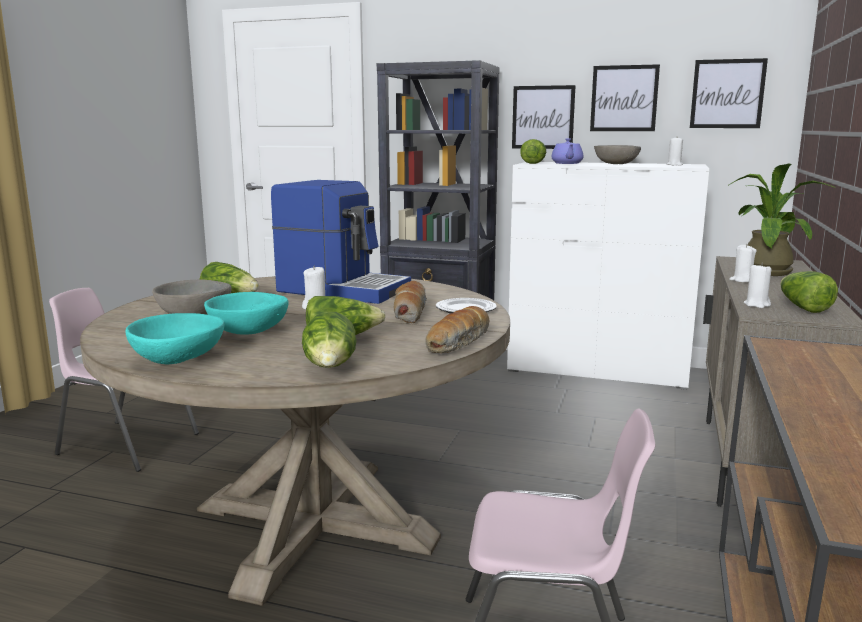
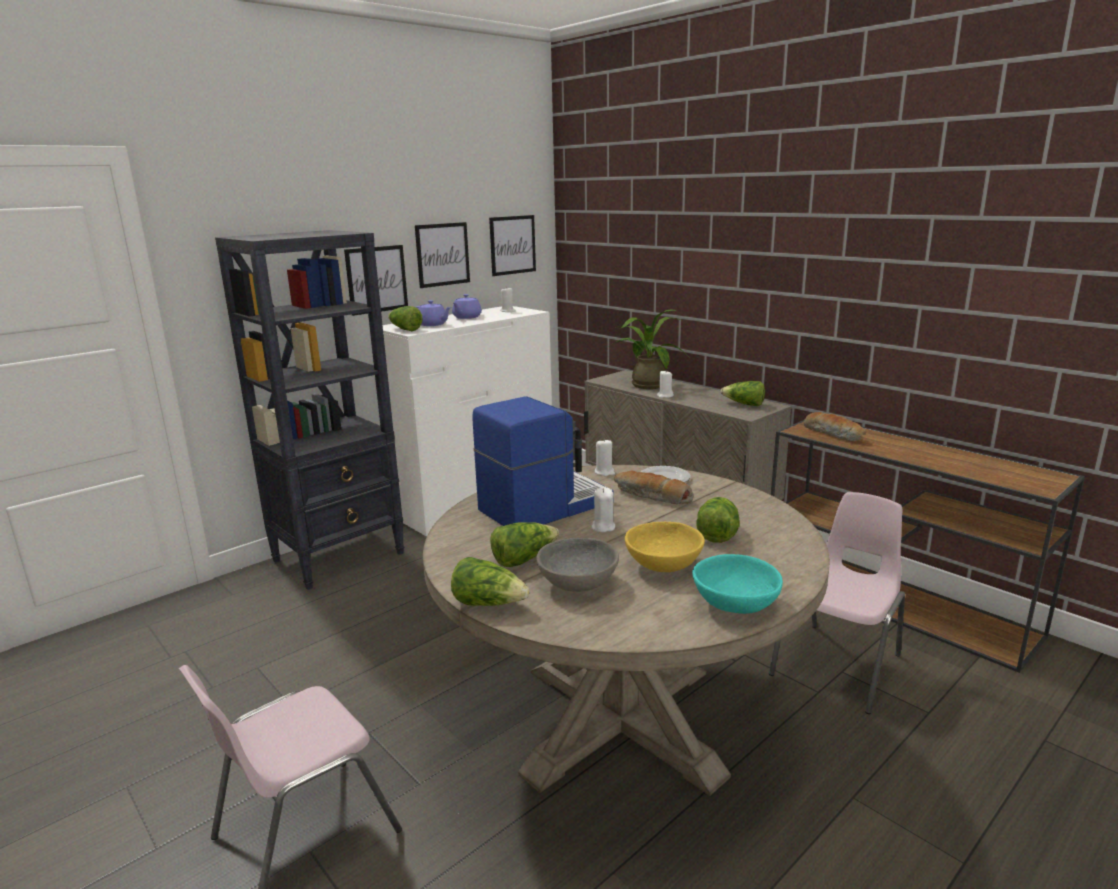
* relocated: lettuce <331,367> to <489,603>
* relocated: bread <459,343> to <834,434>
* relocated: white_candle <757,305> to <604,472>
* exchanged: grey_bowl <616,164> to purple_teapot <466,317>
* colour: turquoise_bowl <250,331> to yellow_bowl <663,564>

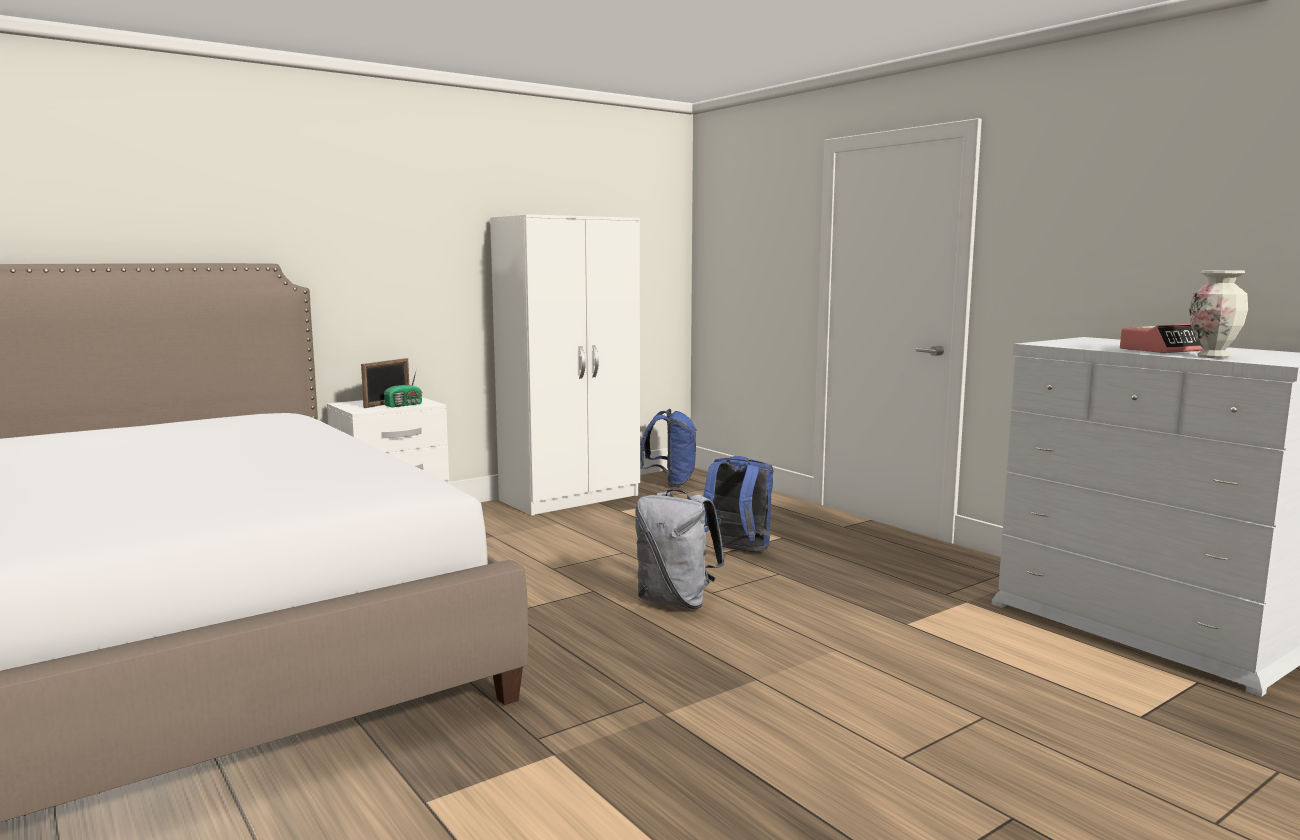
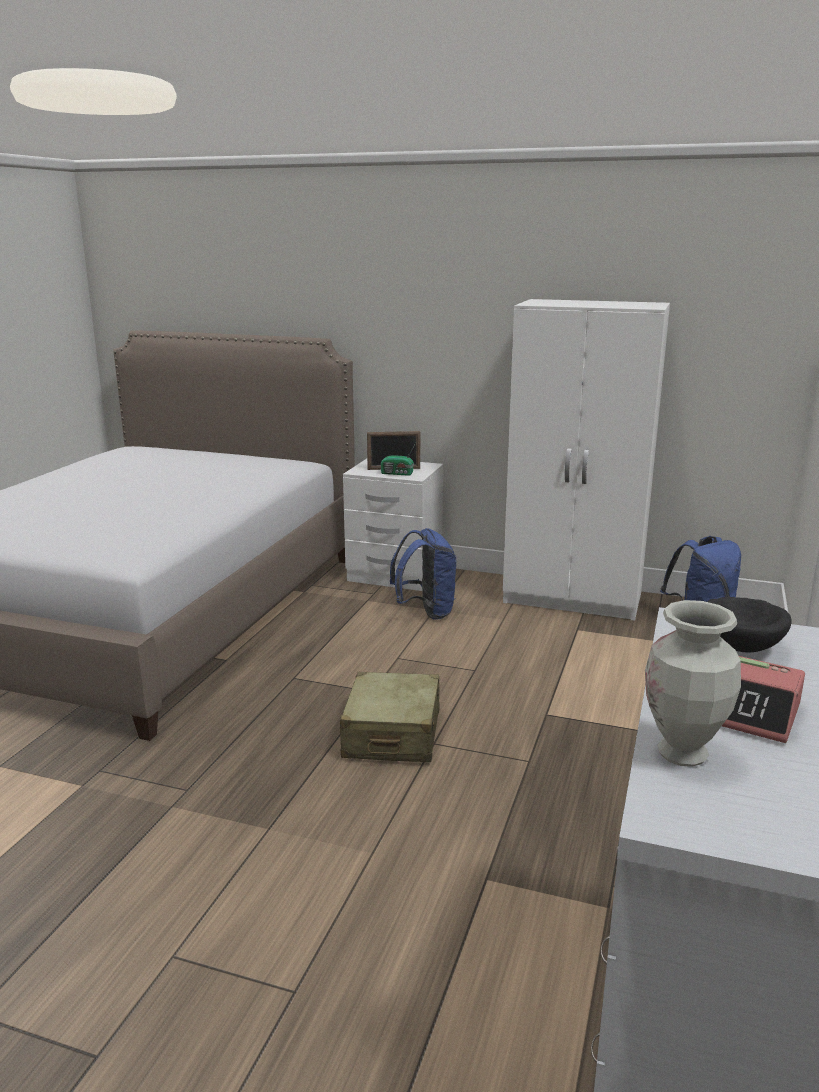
* appeared: black_bowl <742,646>
* relocated: blue_backpack <737,551> to <426,612>
* exchanged: grey_backpack <676,602> to beige_suitcase <392,734>

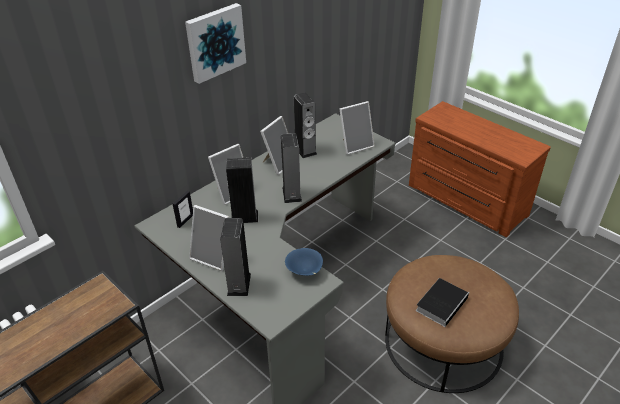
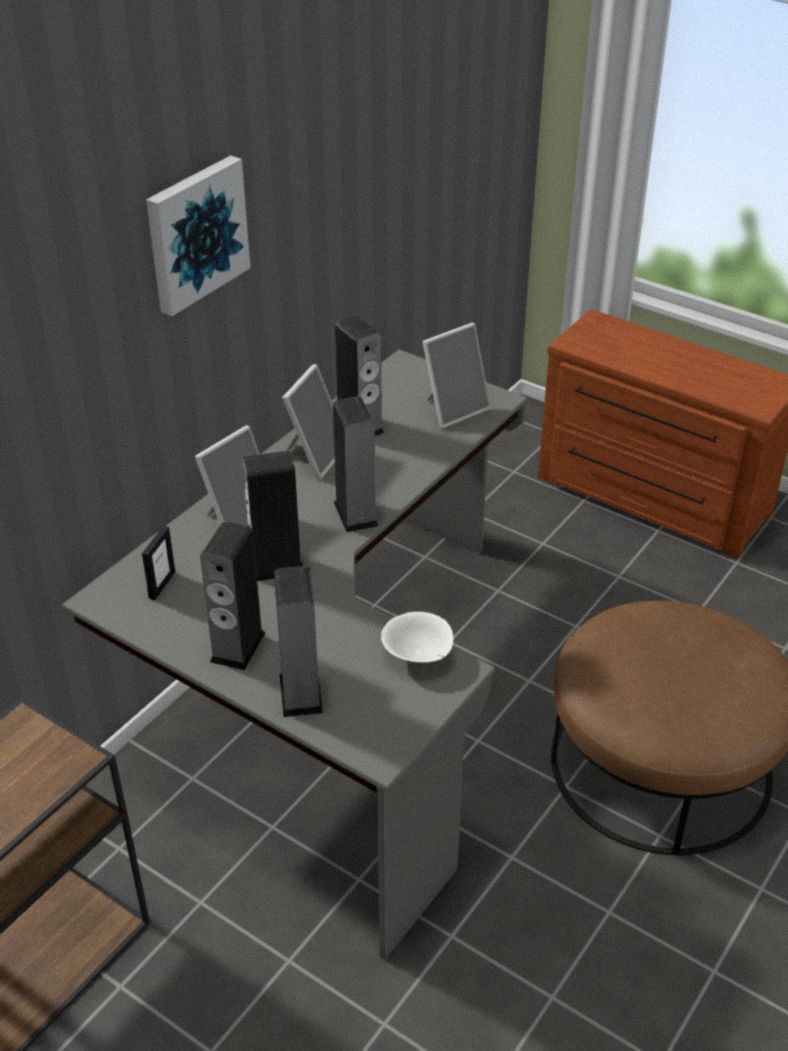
* missing: book <442,303>
* exchanged: picture_frame <214,256> to speaker <237,647>
* colour: blue_bowl <304,271> to white_bowl <418,656>

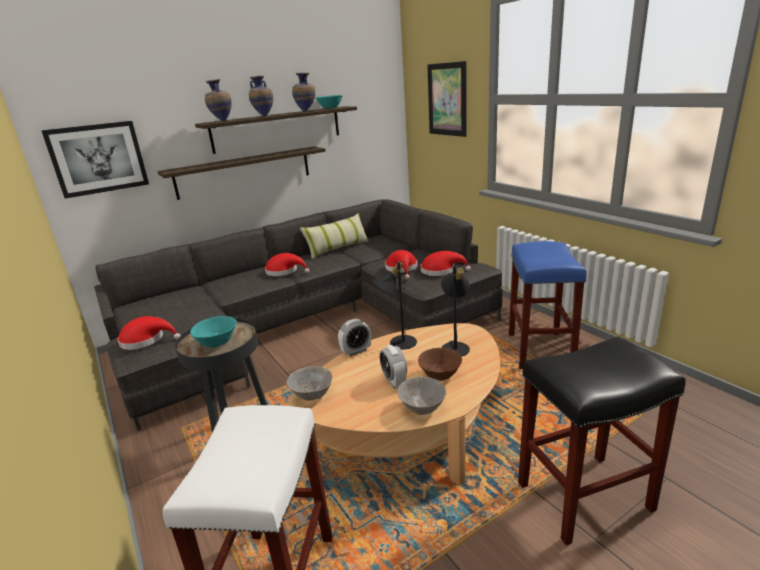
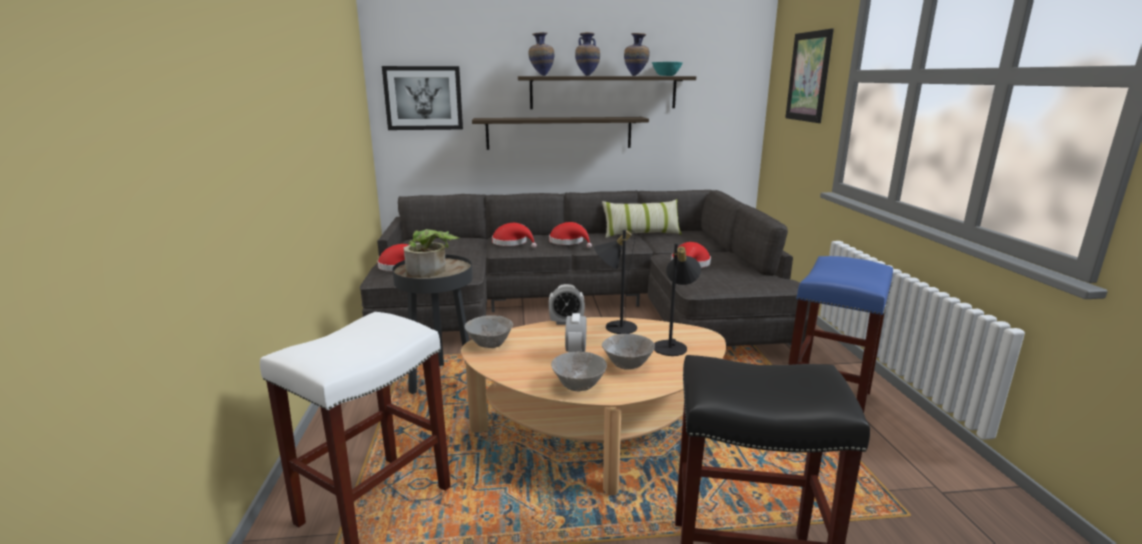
* relocated: red_hat <440,270> to <512,243>
* exchanged: turquoise_bowl <218,342> to potted_plant <431,271>
* colour: brown_bowl <439,375> to grey_bowl <627,365>

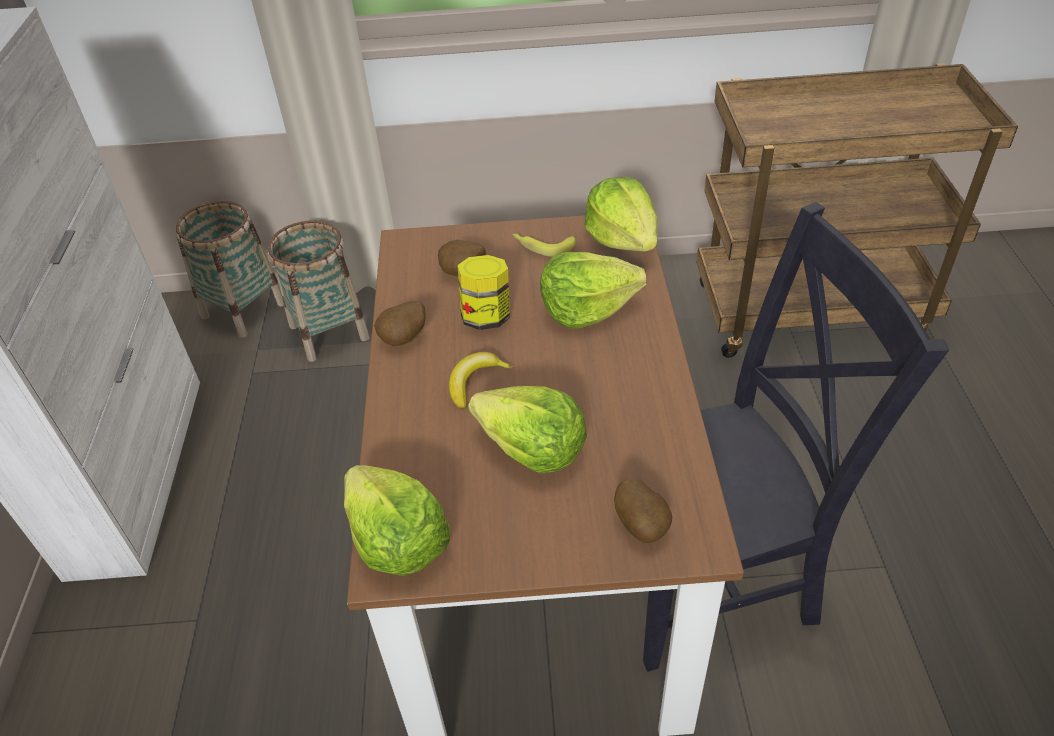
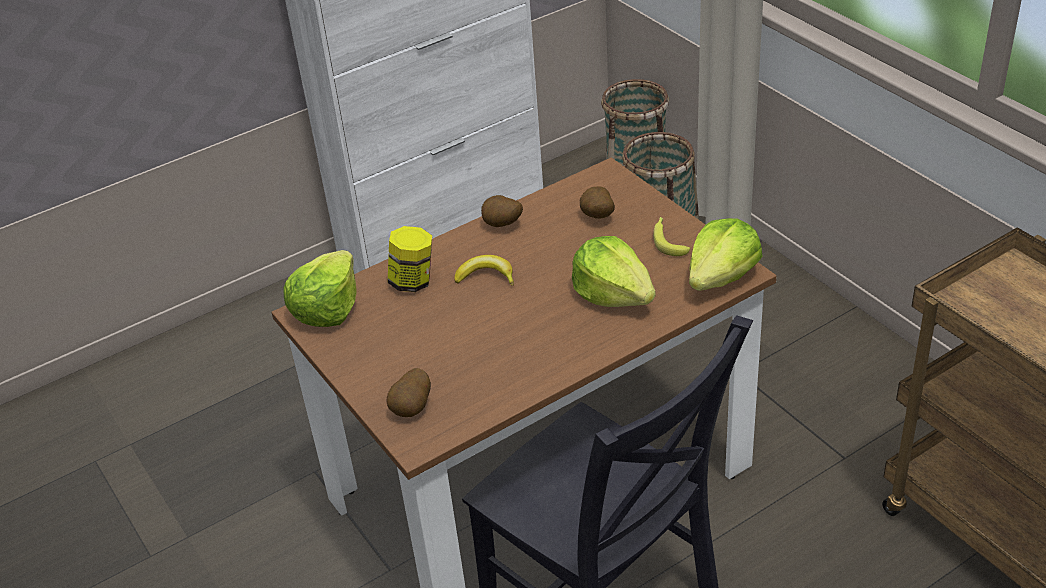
* missing: lettuce <532,450>
* relocated: jar <486,317> to <413,281>

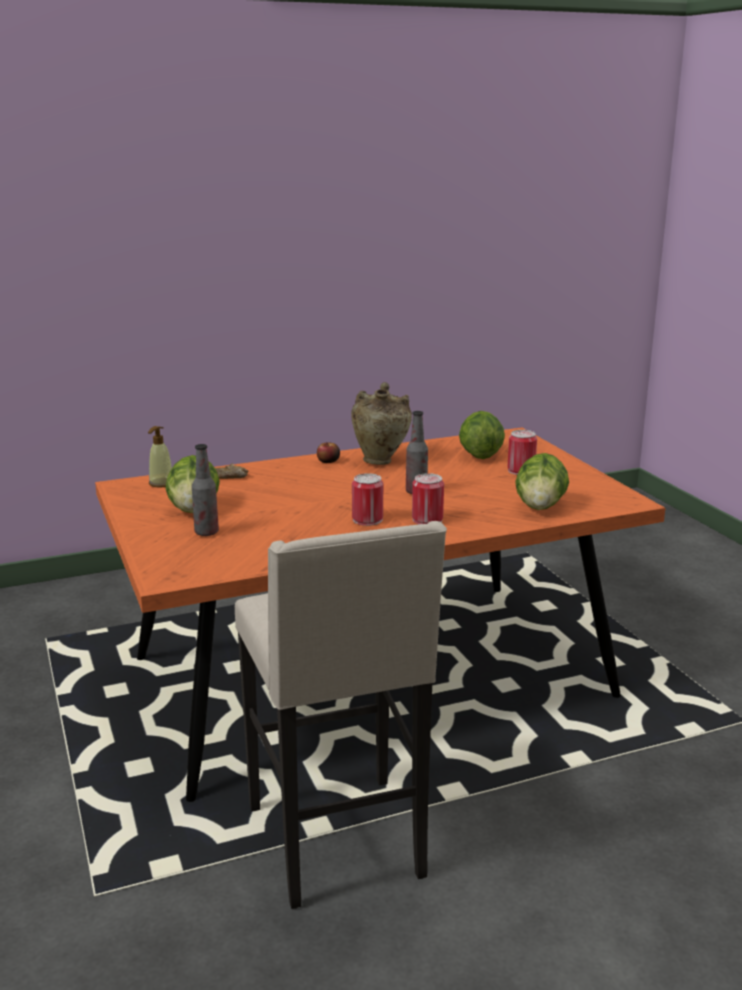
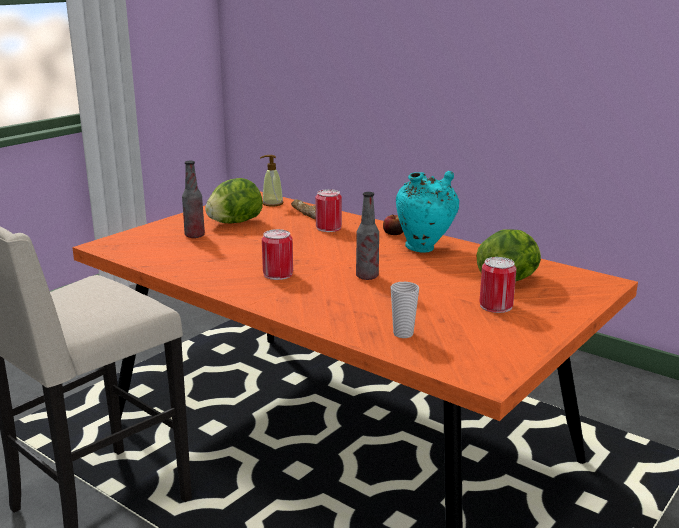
* relocated: can <427,519> to <328,228>
* exchanged: lettuce <540,506> to cup <403,334>
* colour: beige_vase <380,461> to turquoise_vase <425,249>

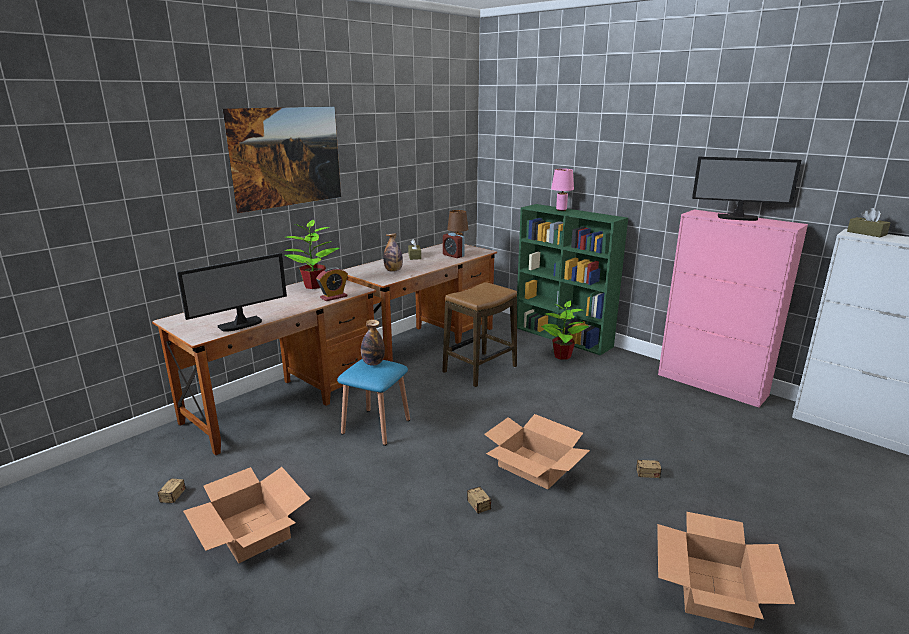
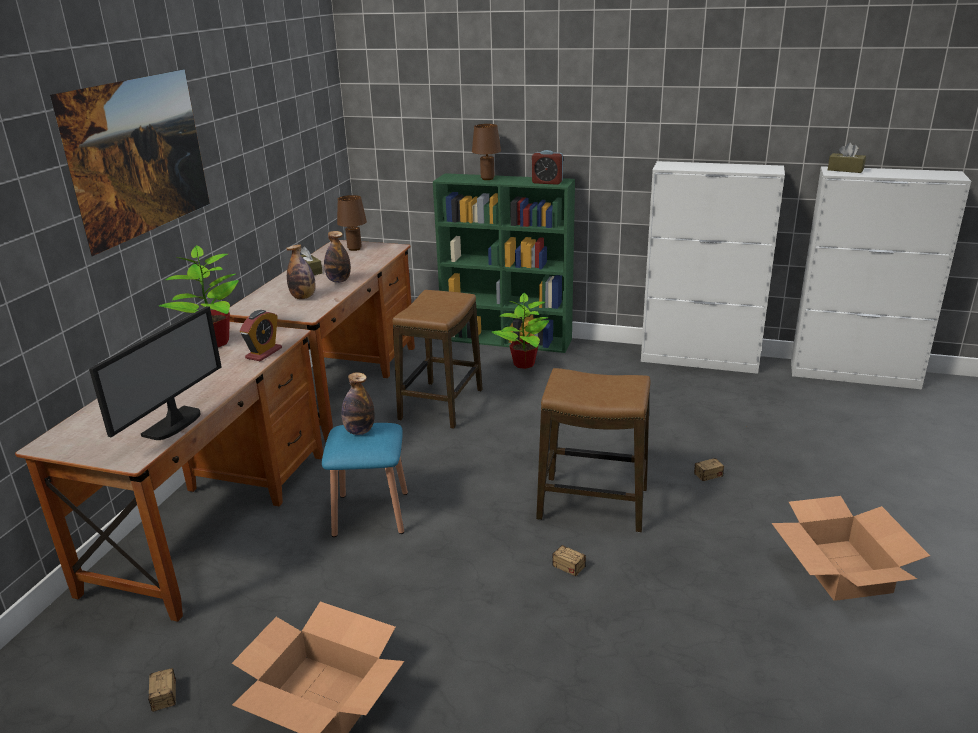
* missing: monitor <737,218>
* appeared: bottle <338,281>
* relocated: alarm_clock <453,255> to <547,182>
* exchanged: cardboard_box <534,467> to stool <593,504>
* colour: pink_table_lamp <561,210> to brown_table_lamp <487,179>
* colour: pink_cabinet <712,385> to white_cabinet <700,360>

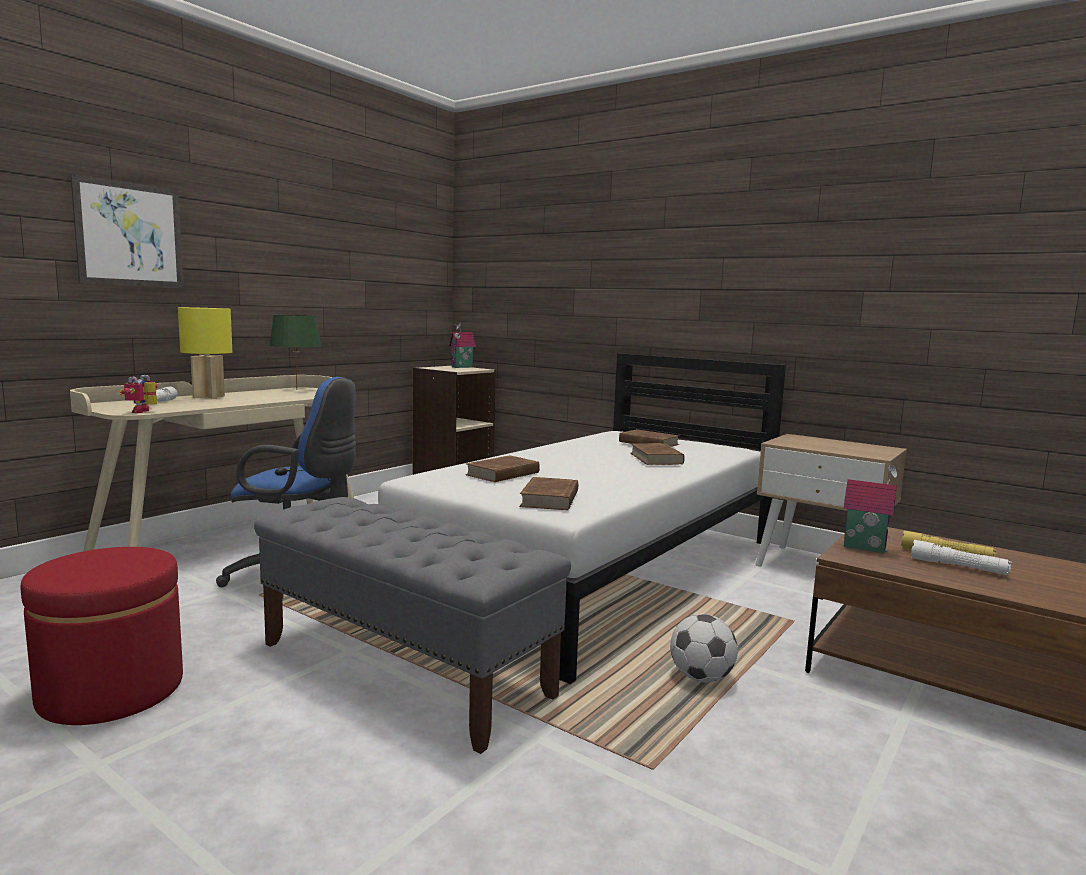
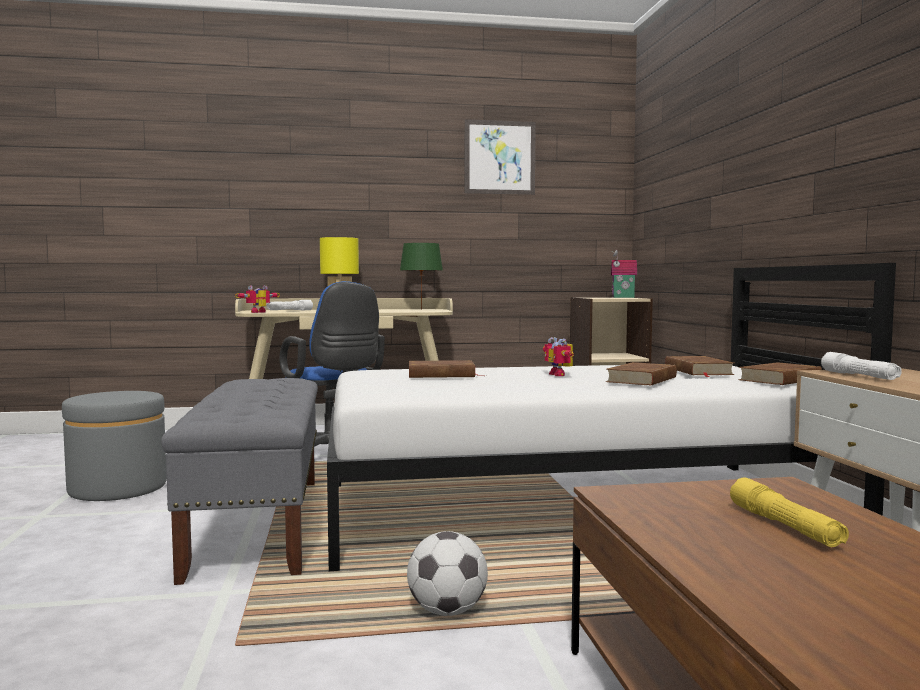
* missing: toy_house <865,547>
* appeared: toy_robot <560,374>
* relocated: picture <130,234> to <499,157>
* relocated: brown_book <550,499> to <780,380>
* relocated: white_flashlight <958,567> to <859,376>
* colour: red_ottoman <111,691> to grey_ottoman <118,488>

